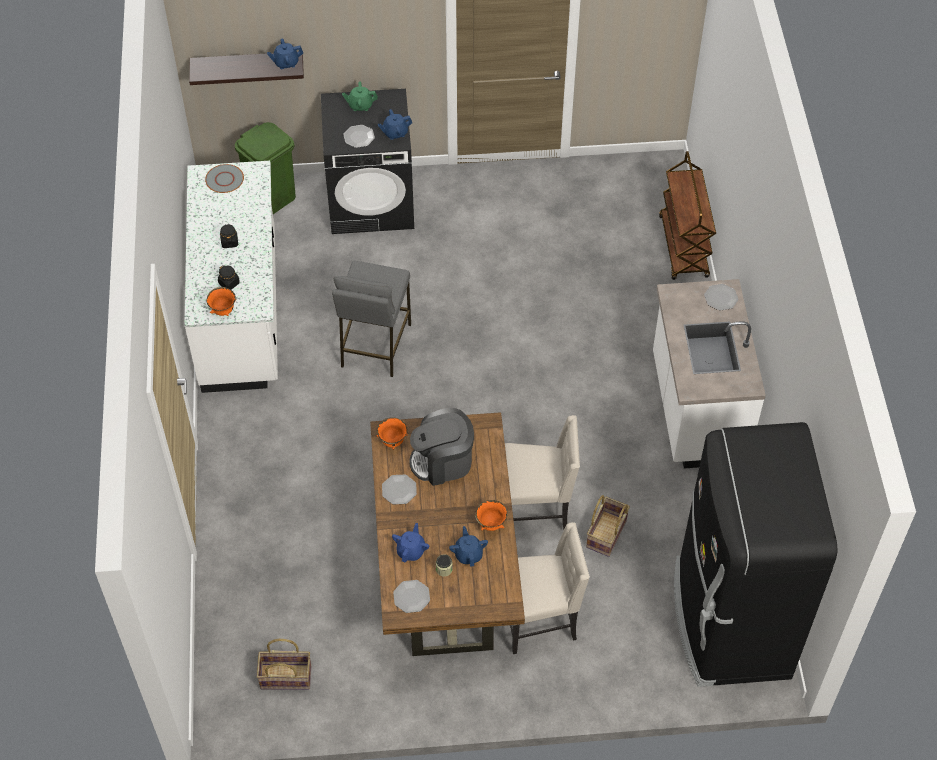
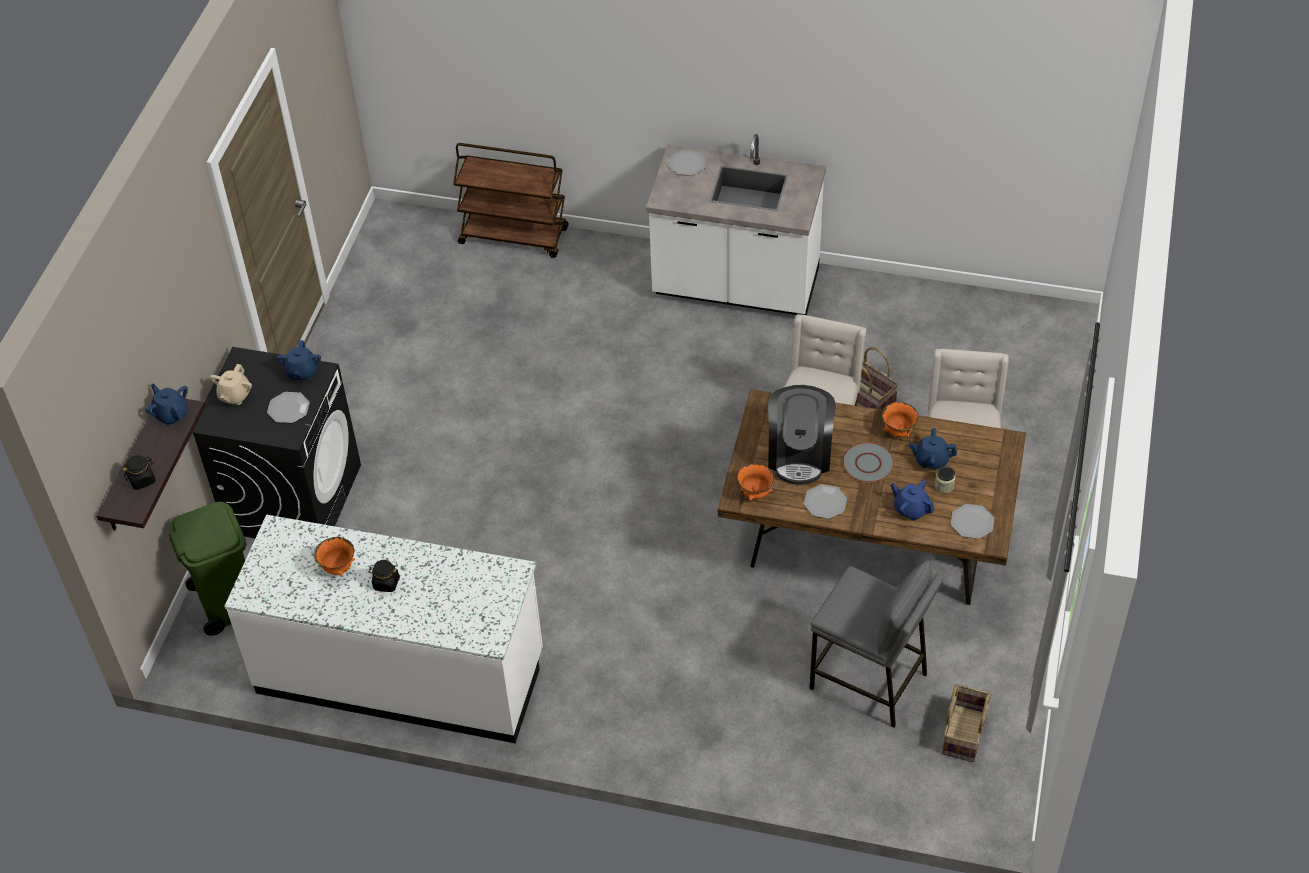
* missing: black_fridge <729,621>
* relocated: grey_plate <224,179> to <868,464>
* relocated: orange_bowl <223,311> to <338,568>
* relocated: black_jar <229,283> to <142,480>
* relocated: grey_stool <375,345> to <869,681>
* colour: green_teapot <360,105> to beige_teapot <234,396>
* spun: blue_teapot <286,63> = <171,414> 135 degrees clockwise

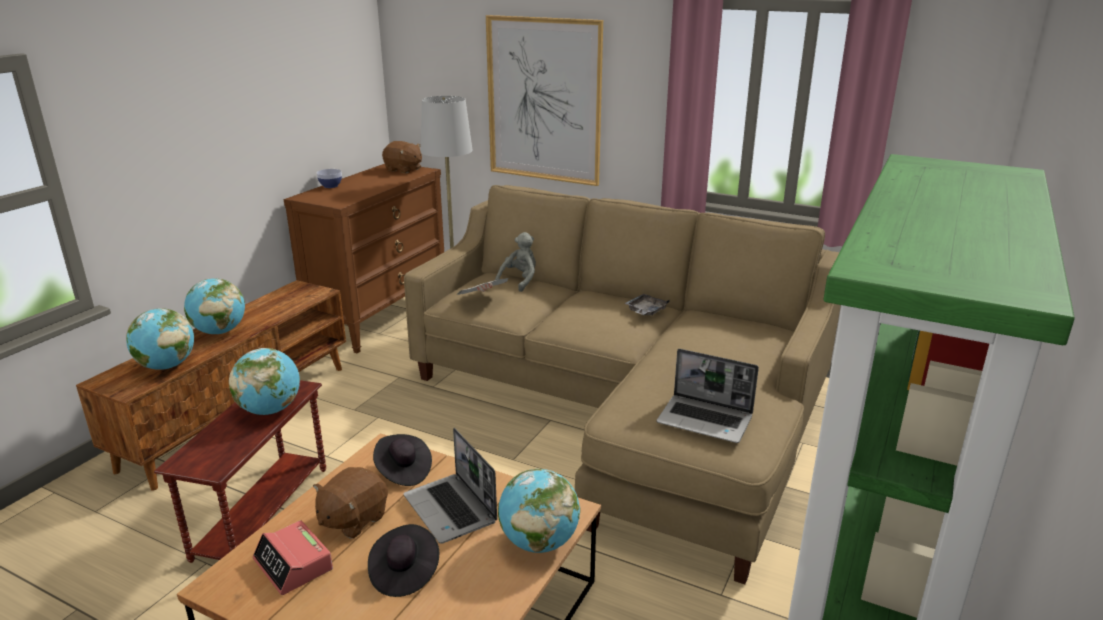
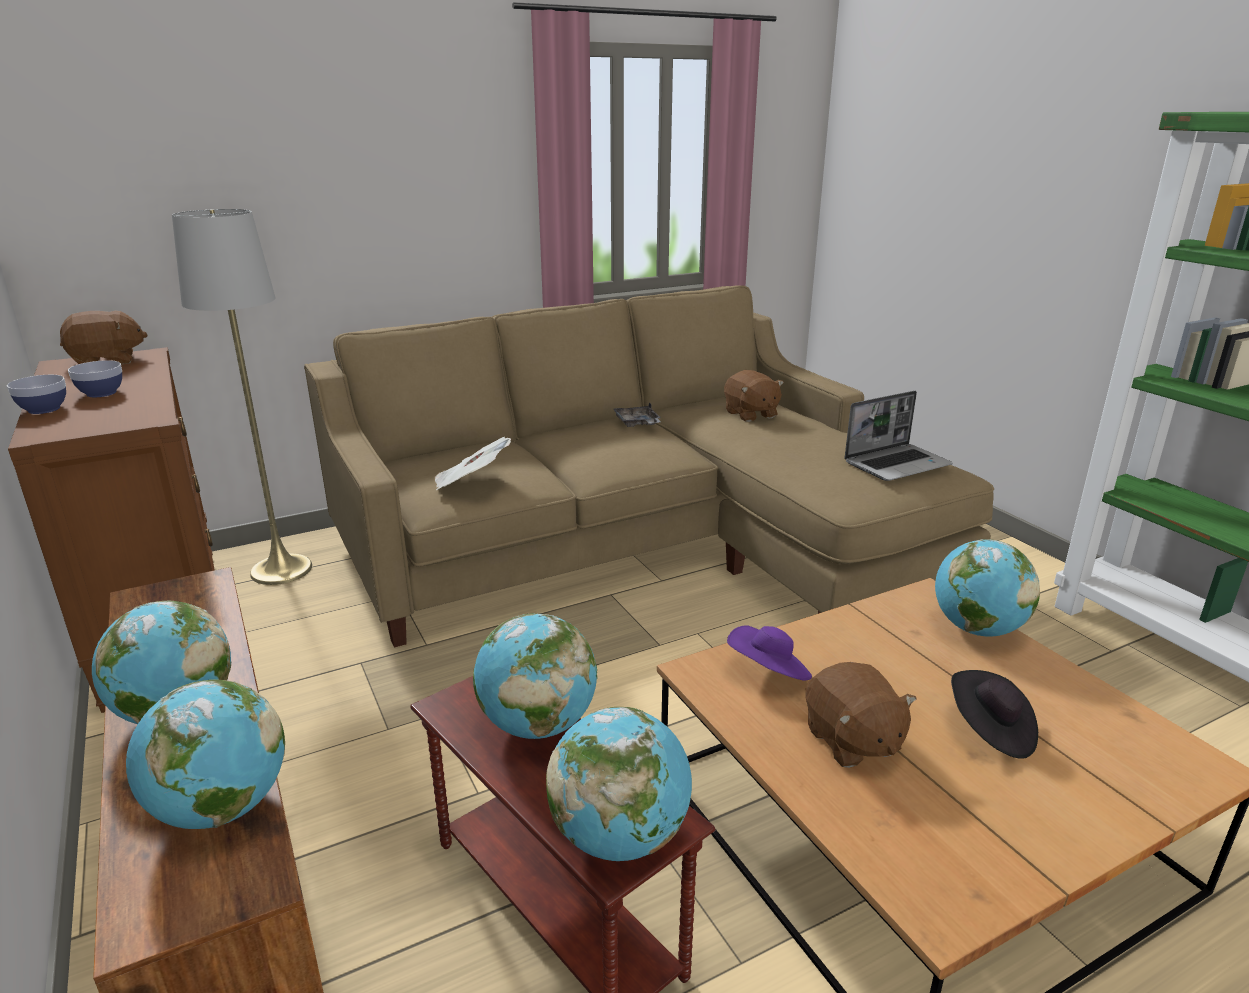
* missing: alarm_clock <293,565>
* missing: laptop <451,510>
* missing: picture <544,100>
* missing: grey_plush_toy <519,281>
* appeared: bowl <101,393>
* appeared: globe <619,836>
* appeared: brown_plush_toy <750,414>
* colour: black_hat <403,471> to purple_hat <769,672>

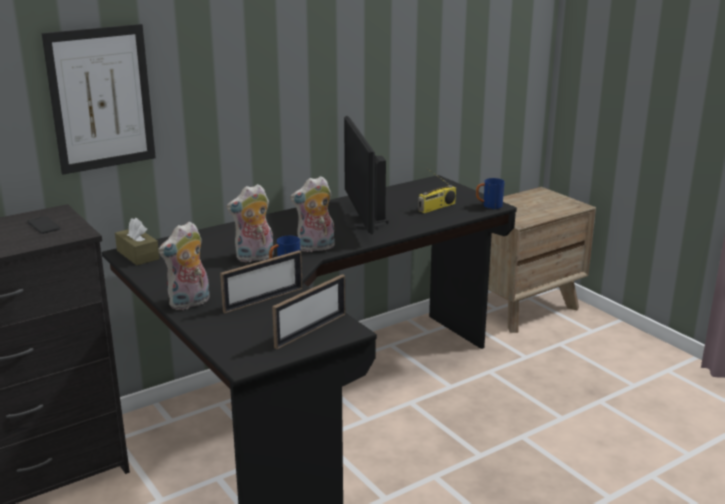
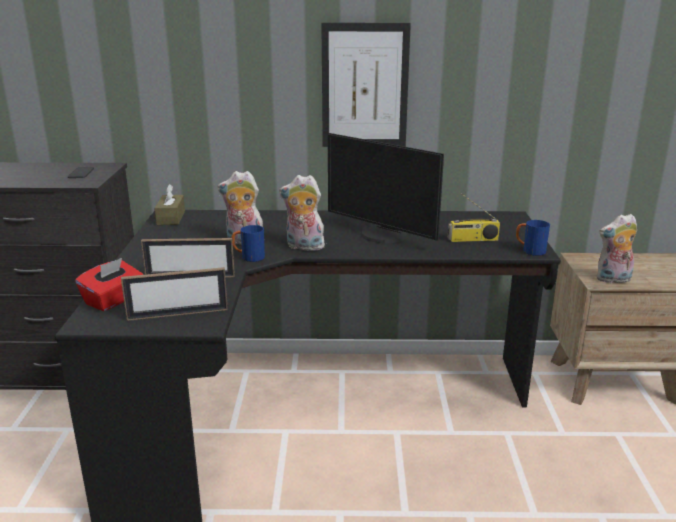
* appeared: red_tissue_box <113,300>
* relocated: picture <101,99> to <364,86>
* relocated: plush_toy <189,303> to <613,280>
* spun: monitor <363,221> = <382,235> 75 degrees counterclockwise

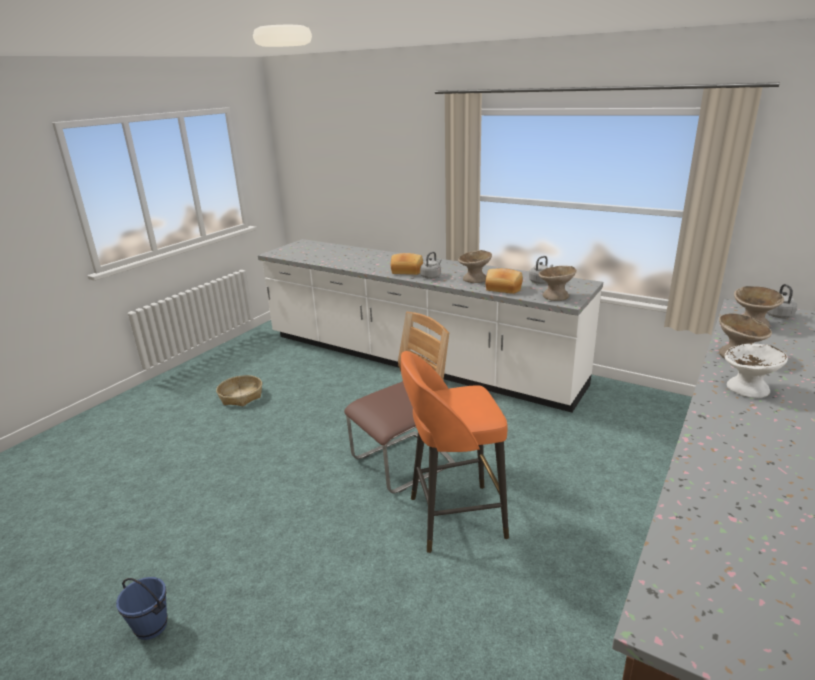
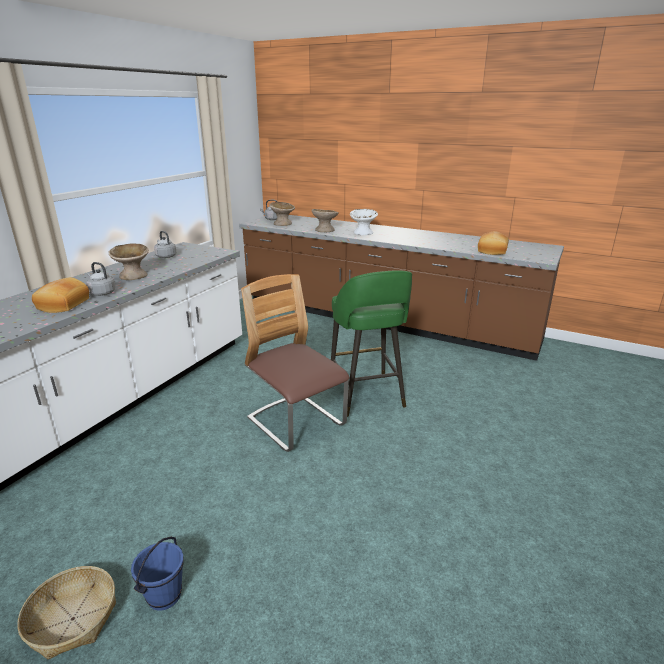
* missing: beige_bowl <555,296>
* relocated: blue_bucket <151,627> to <165,596>
* relocated: bread <503,289> to <493,251>
* colour: orange_stool <453,517> to green_stool <366,397>

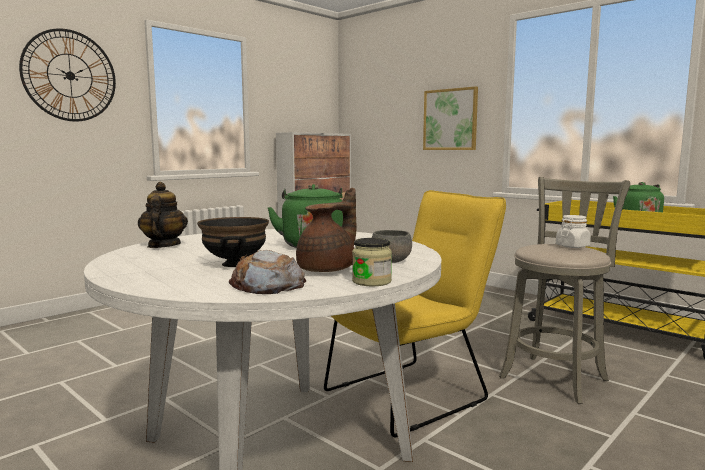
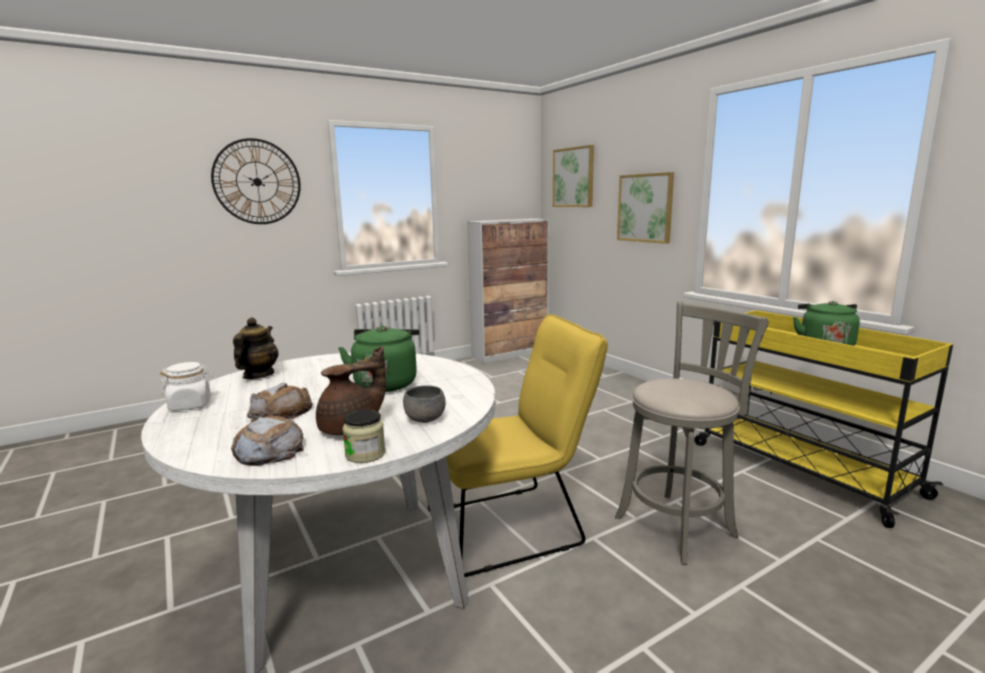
* appeared: picture <573,177>
* relocated: white_jar <572,246> to <190,405>
* exchanged: black_bowl <234,264> to bread <281,411>

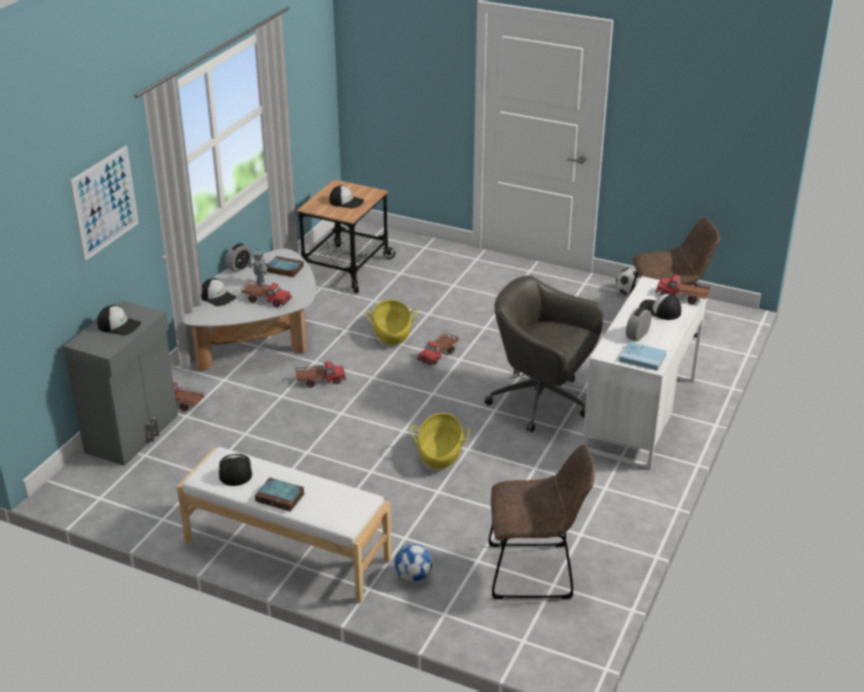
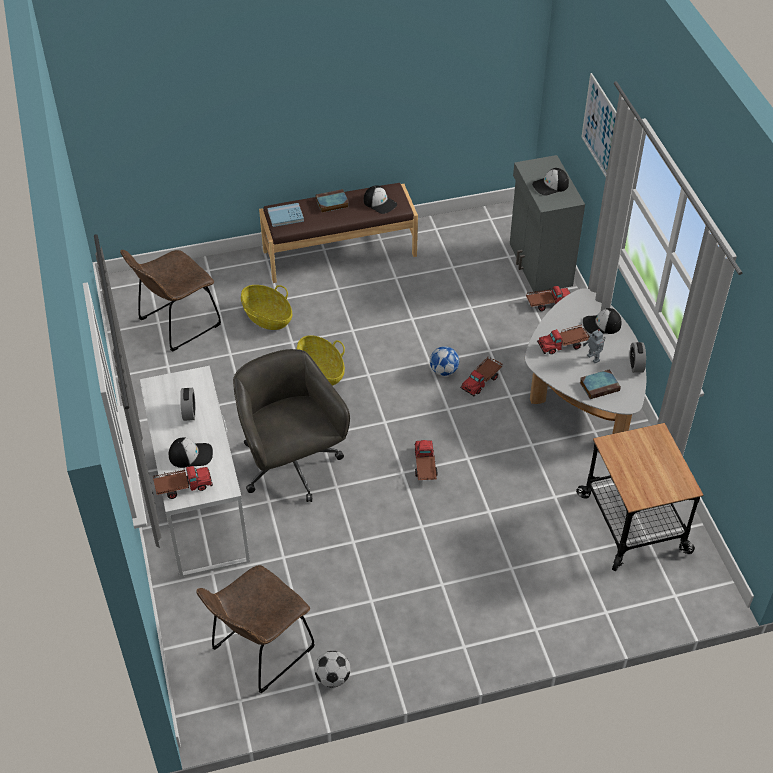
* missing: cap <346,202>
* relocated: basket <392,334> to <267,317>
* relocated: football <413,576> to <444,371>
* relocated: blue_book <642,358> to <285,216>
* colour: white_bench <286,551> to brown_bench <339,252>
* spun: grey_office_chair <542,402> = <291,466> 105 degrees counterclockwise

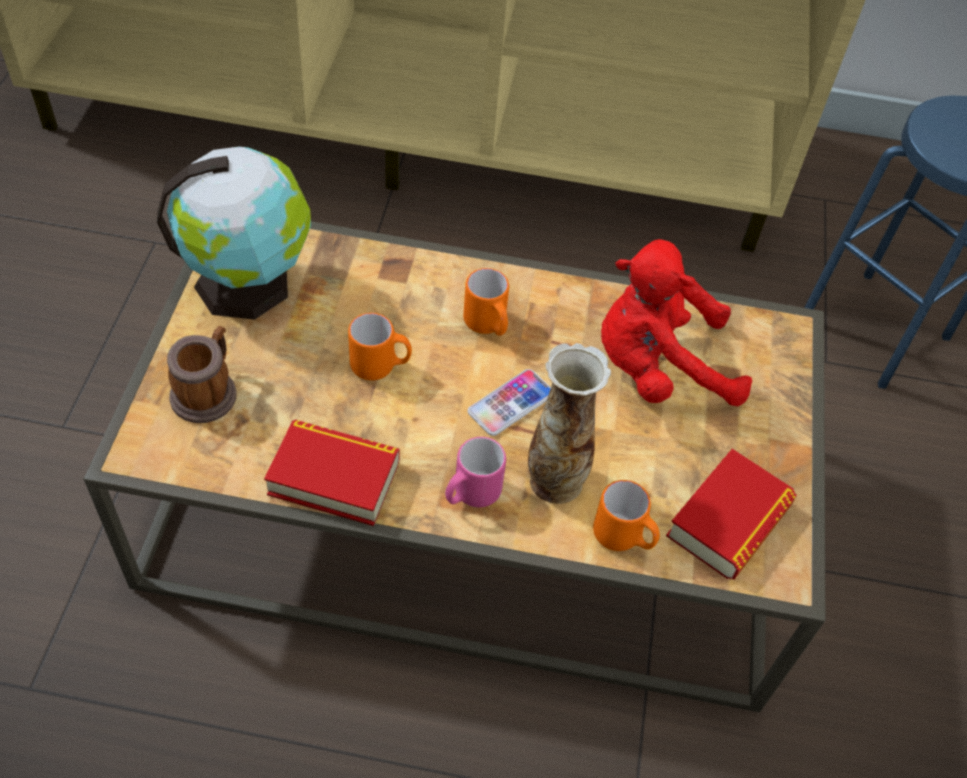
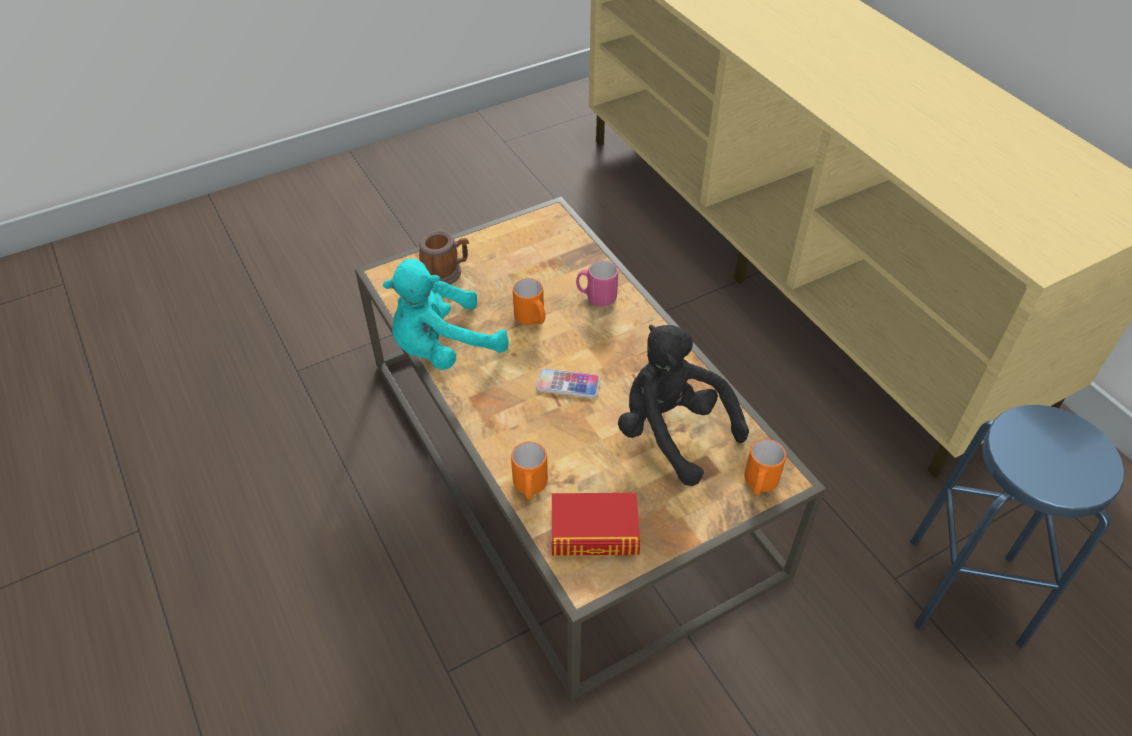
* missing: globe <249,283>
* missing: vase <555,479>
* relocated: pink_mug <471,494> to <596,297>
* relocated: orange_mug <488,325> to <759,484>
* exchanged: book <334,478> to turquoise_plush_toy <443,348>
* colour: red_plush_toy <658,368> to black_plush_toy <671,432>

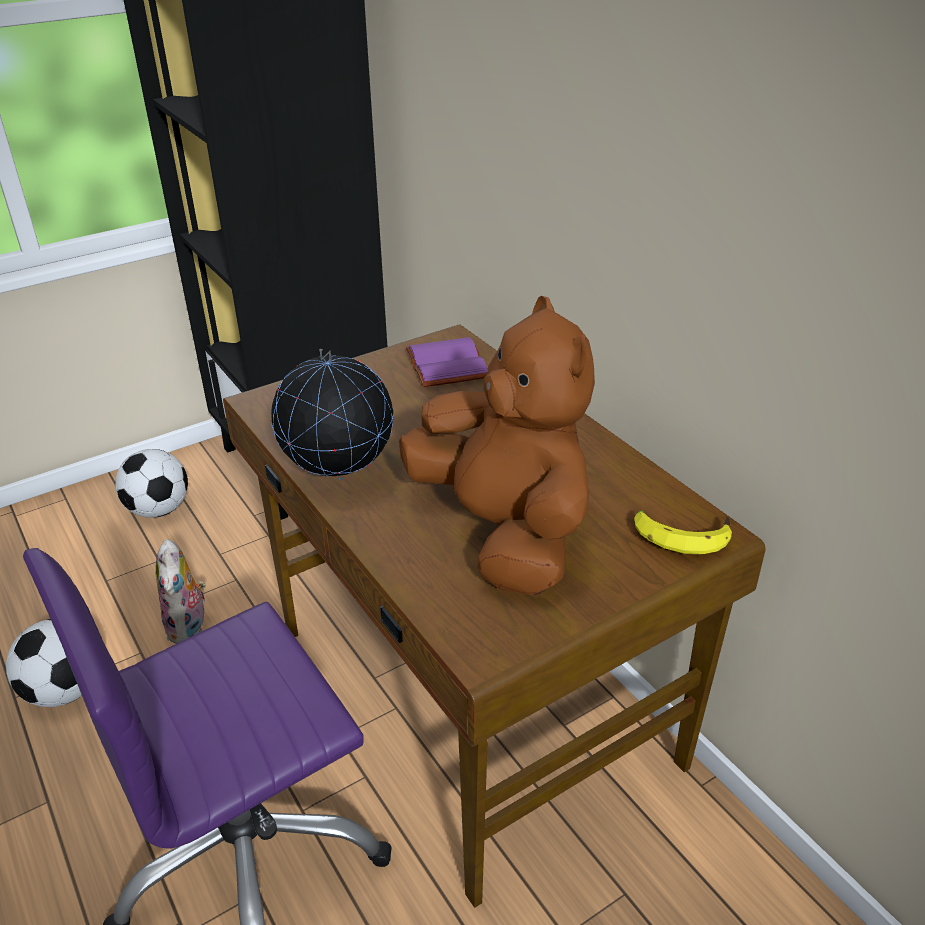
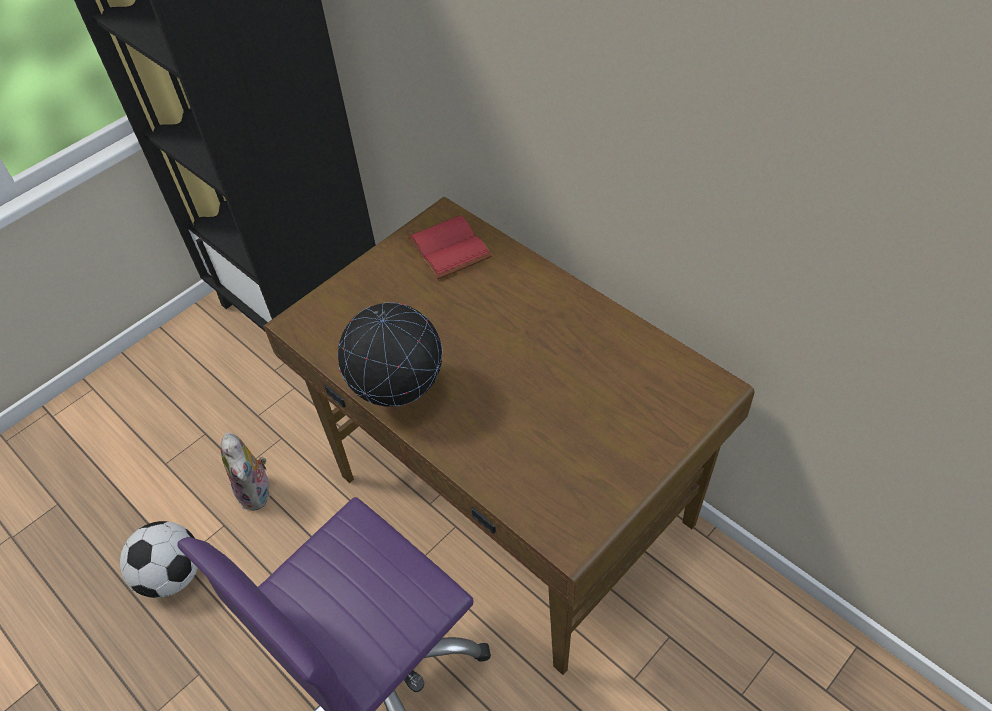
* missing: football <159,509>
* missing: brown_plush_toy <504,532>
* missing: banana <681,534>
* colour: purple_book <444,364> to red_book <447,248>

